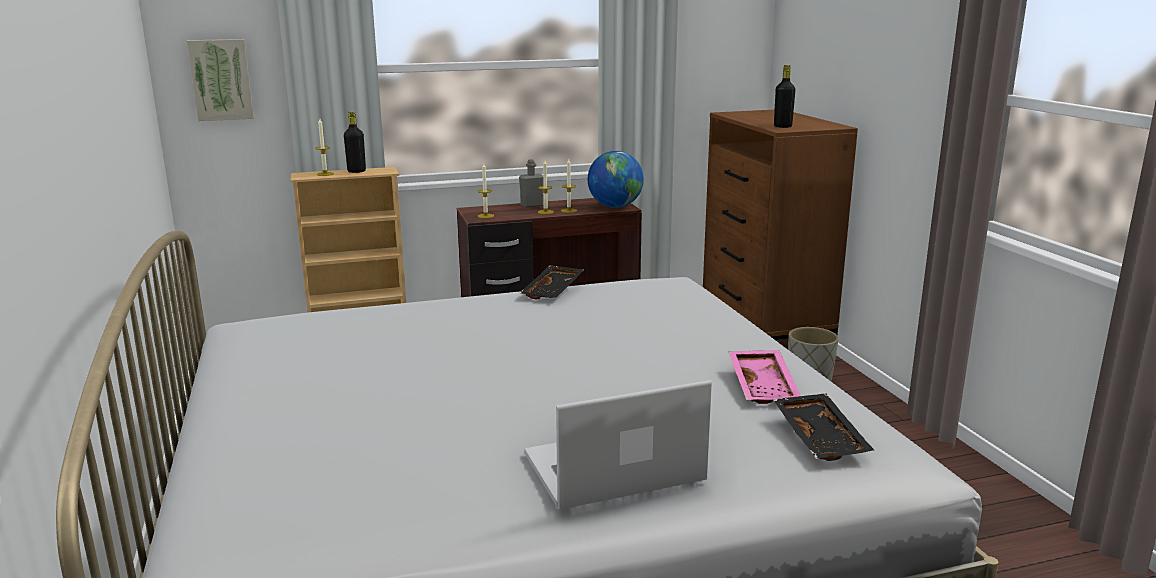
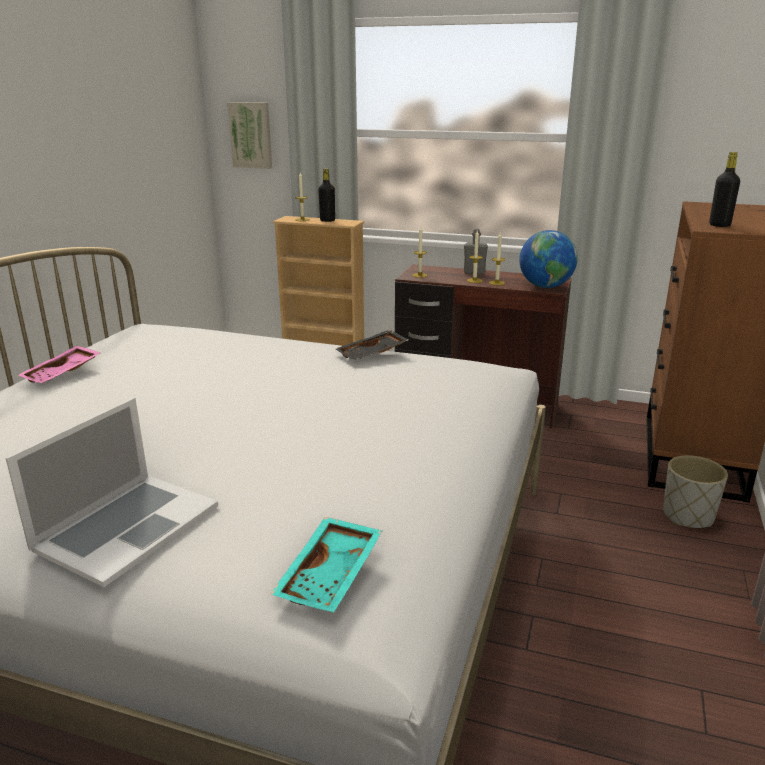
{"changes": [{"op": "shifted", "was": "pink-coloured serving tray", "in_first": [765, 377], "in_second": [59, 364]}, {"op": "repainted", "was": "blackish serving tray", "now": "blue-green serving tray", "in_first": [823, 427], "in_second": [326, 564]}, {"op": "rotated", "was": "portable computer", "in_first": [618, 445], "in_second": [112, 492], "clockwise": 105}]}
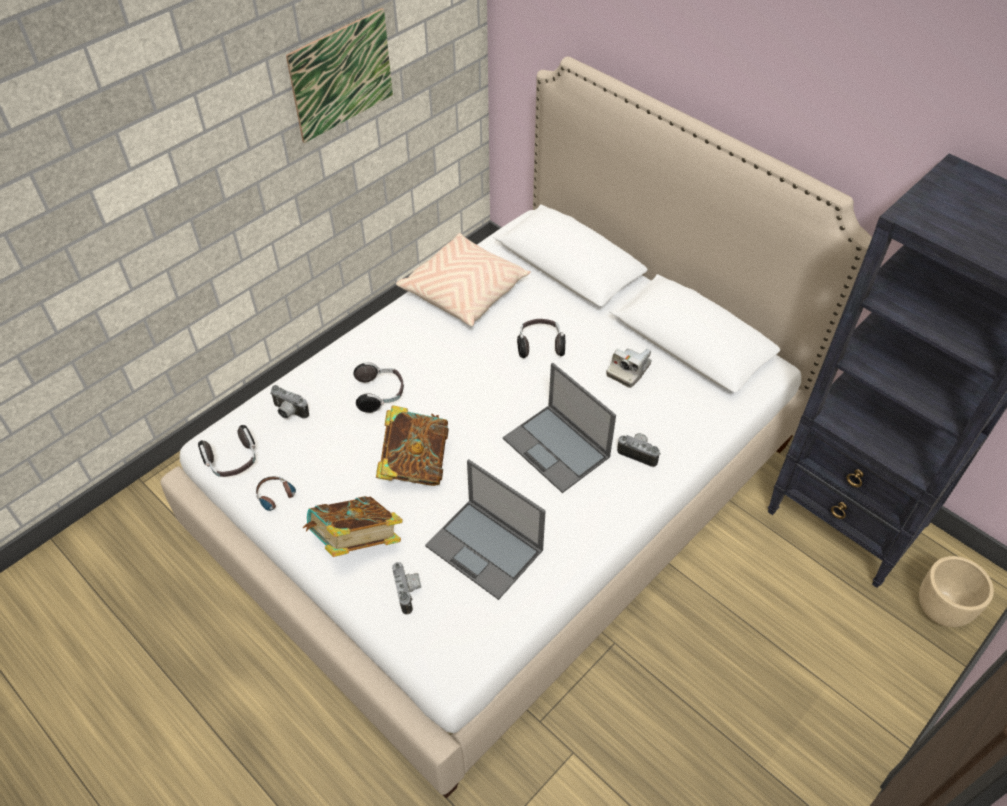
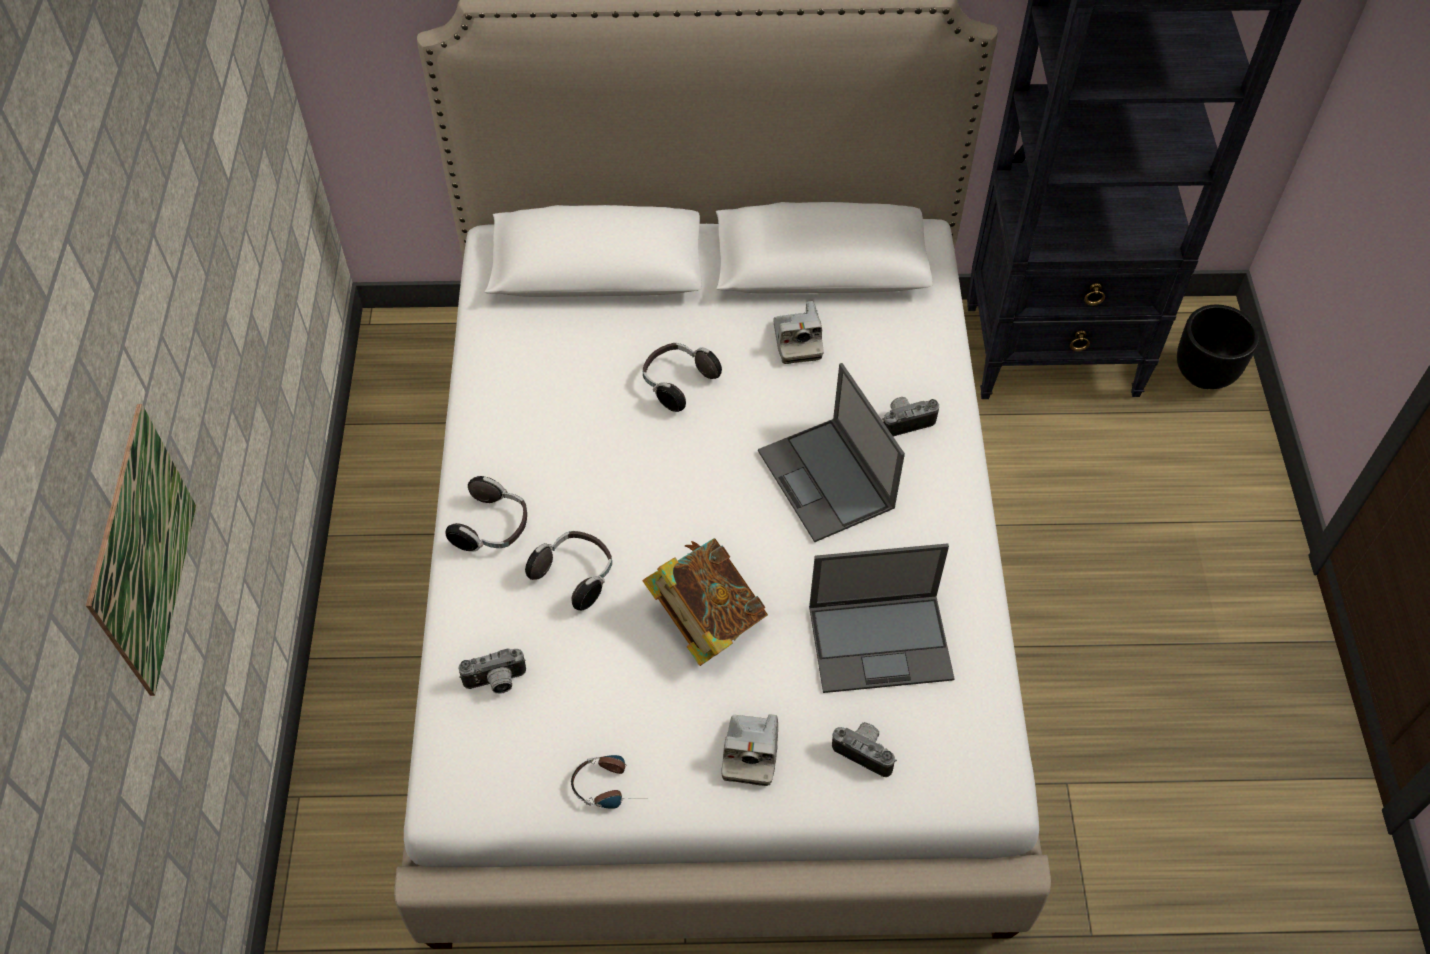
{"changes": [{"op": "gone", "was": "beige cushion", "in_first": [463, 279]}, {"op": "shifted", "was": "headphones", "in_first": [226, 451], "in_second": [486, 514]}, {"op": "shifted", "was": "picture", "in_first": [339, 75], "in_second": [141, 550]}, {"op": "swapped", "was": "volume", "now": "still camera", "in_first": [353, 526], "in_second": [749, 750]}, {"op": "repainted", "was": "beige flower pot", "now": "blackish flower pot", "in_first": [956, 591], "in_second": [1218, 347]}, {"op": "rotated", "was": "portable computer", "in_first": [559, 428], "in_second": [831, 452], "clockwise": 60}]}
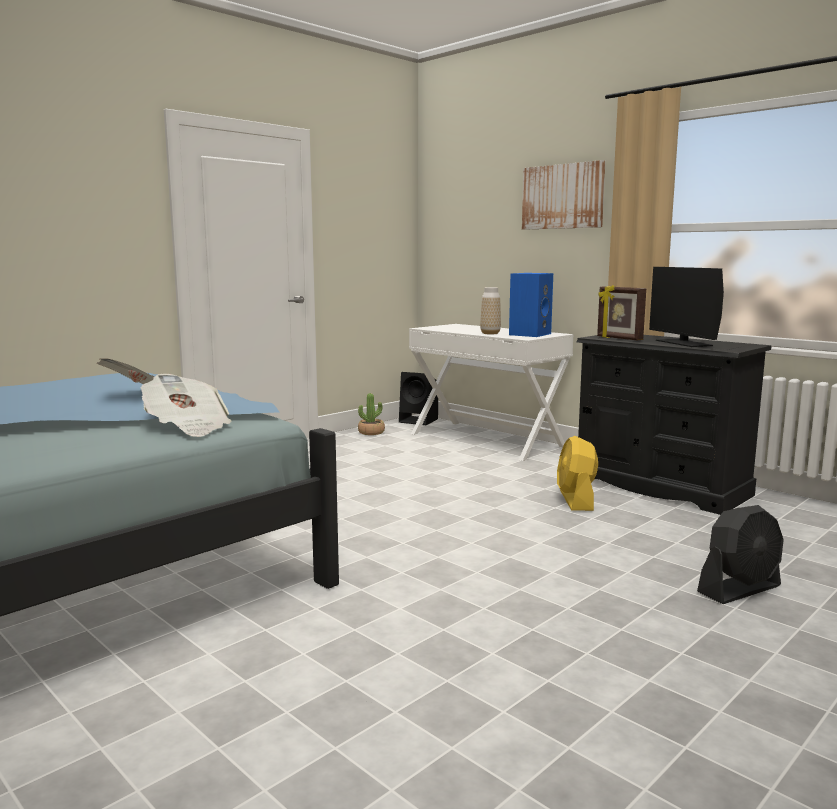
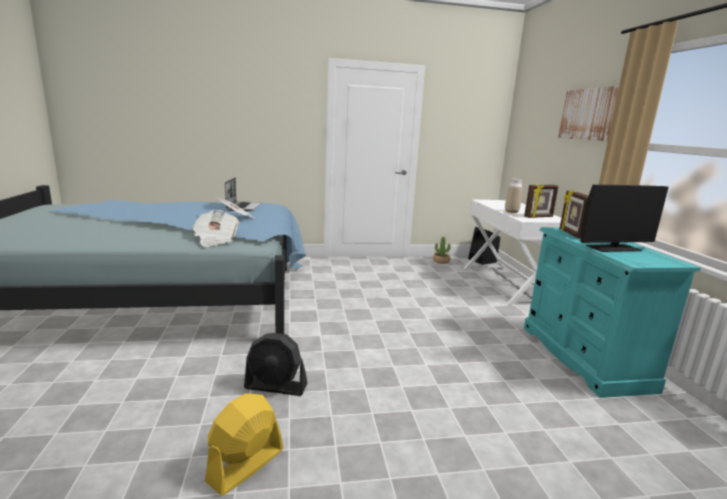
{"changes": [{"op": "new", "now": "portable computer", "in_second": [243, 194]}, {"op": "shifted", "was": "yellowish cooling fan", "in_first": [577, 473], "in_second": [244, 444]}, {"op": "shifted", "was": "blackish cooling fan", "in_first": [740, 554], "in_second": [275, 364]}, {"op": "swapped", "was": "bluish audio speaker", "now": "photo frame", "in_first": [531, 305], "in_second": [541, 201]}, {"op": "repainted", "was": "blackish chest of drawers", "now": "blue-green chest of drawers", "in_first": [674, 425], "in_second": [612, 312]}, {"op": "rotated", "was": "computer screen", "in_first": [686, 307], "in_second": [624, 218], "clockwise": -120}]}
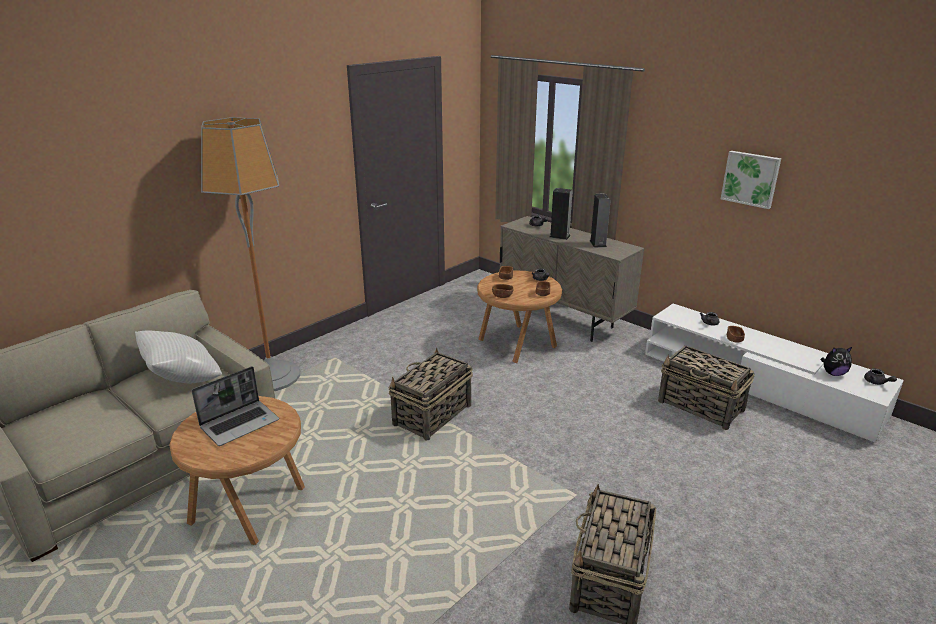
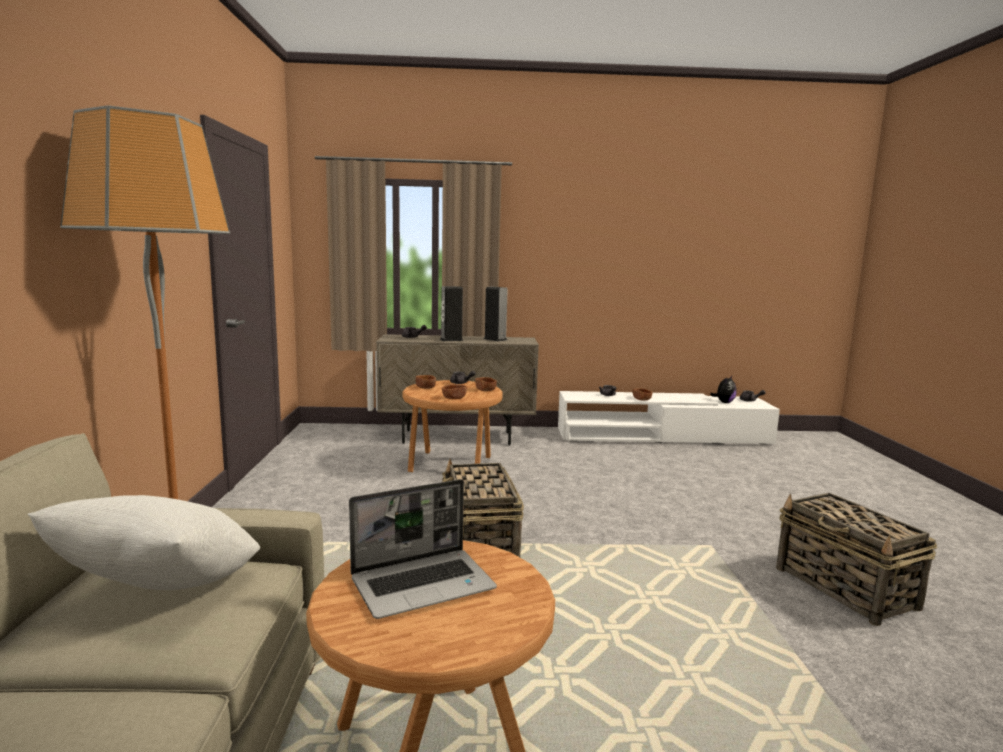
{"changes": [{"op": "gone", "was": "basket", "in_first": [706, 387]}, {"op": "gone", "was": "picture", "in_first": [751, 180]}, {"op": "rotated", "was": "portable computer", "in_first": [235, 406], "in_second": [423, 549], "clockwise": 60}]}
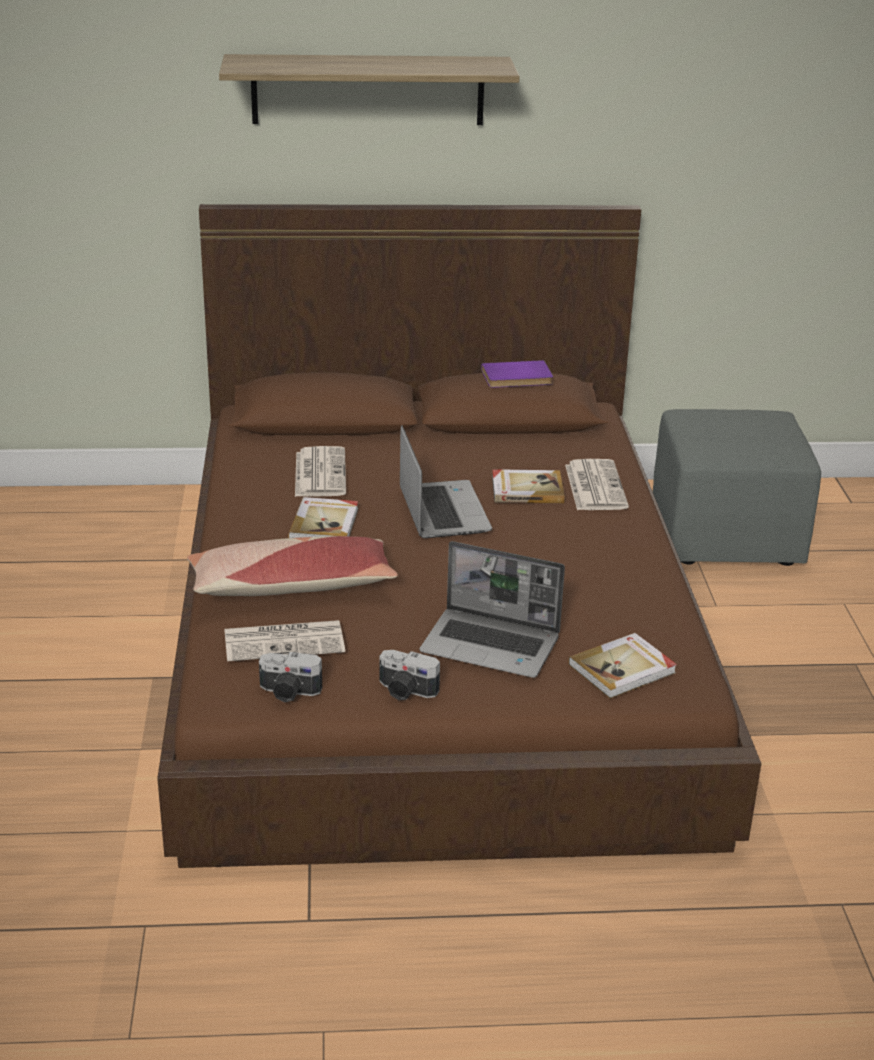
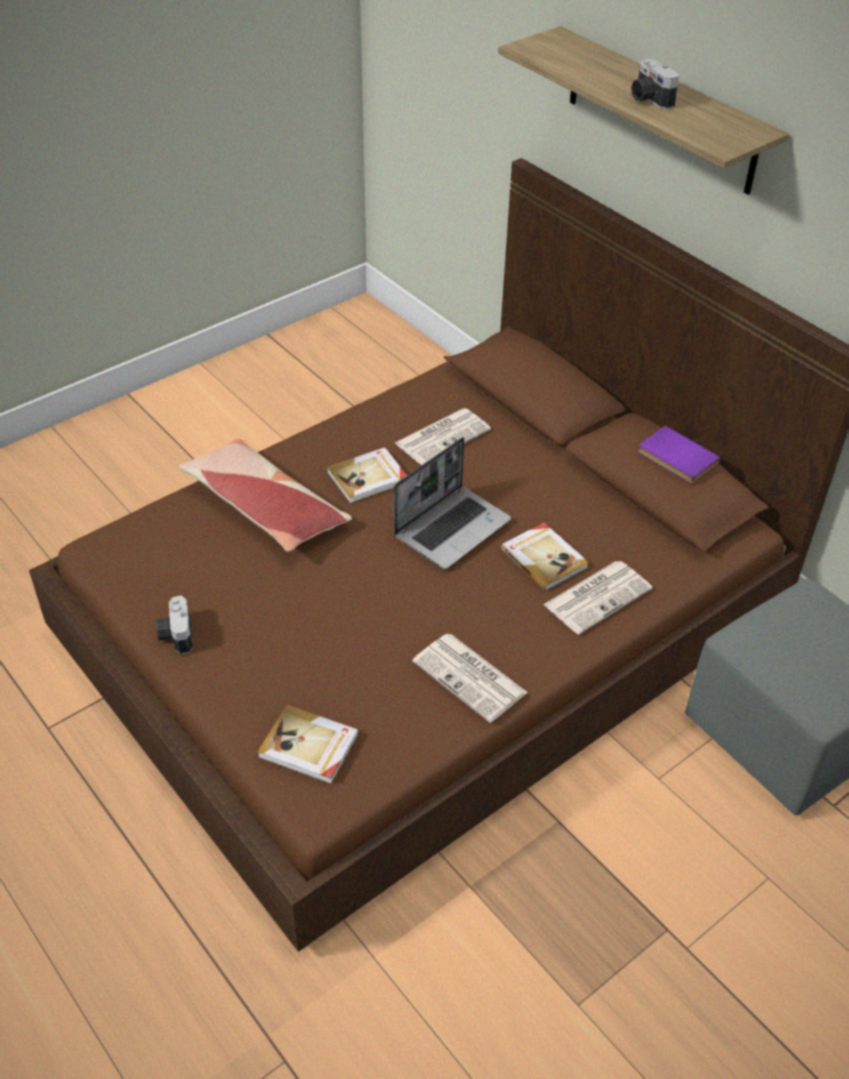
{"changes": [{"op": "gone", "was": "portable computer", "in_first": [492, 609]}, {"op": "shifted", "was": "daily paper", "in_first": [284, 640], "in_second": [470, 678]}, {"op": "shifted", "was": "still camera", "in_first": [290, 677], "in_second": [655, 84]}]}
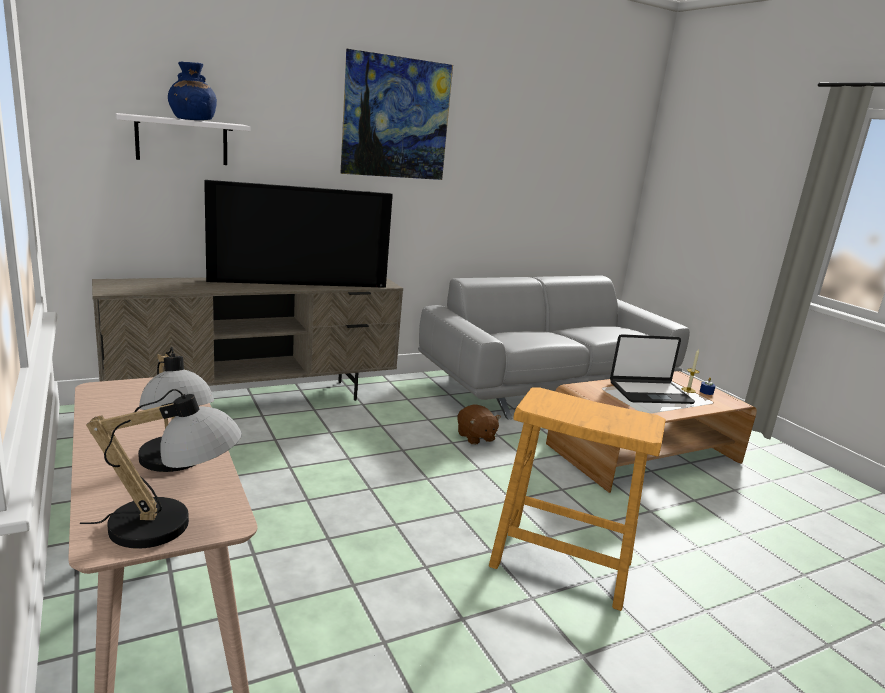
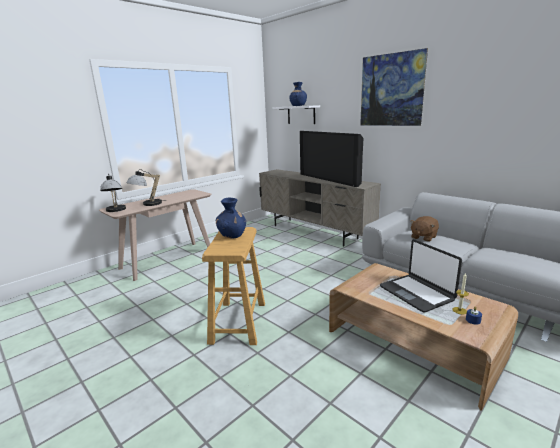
{"changes": [{"op": "new", "now": "bluish flower vase", "in_second": [231, 218]}, {"op": "shifted", "was": "brown-coloured plush toy", "in_first": [479, 424], "in_second": [424, 229]}]}
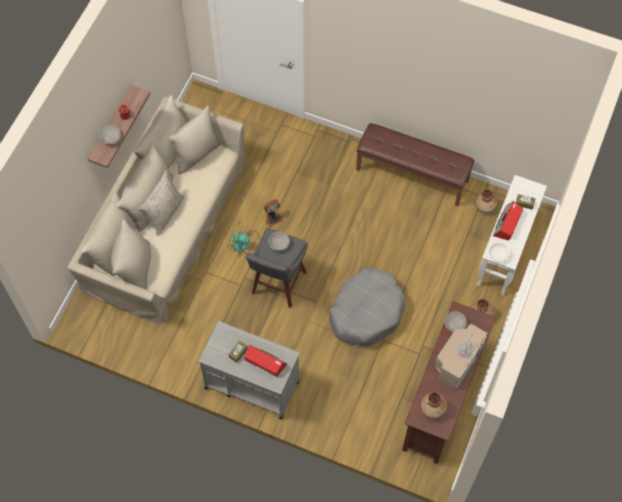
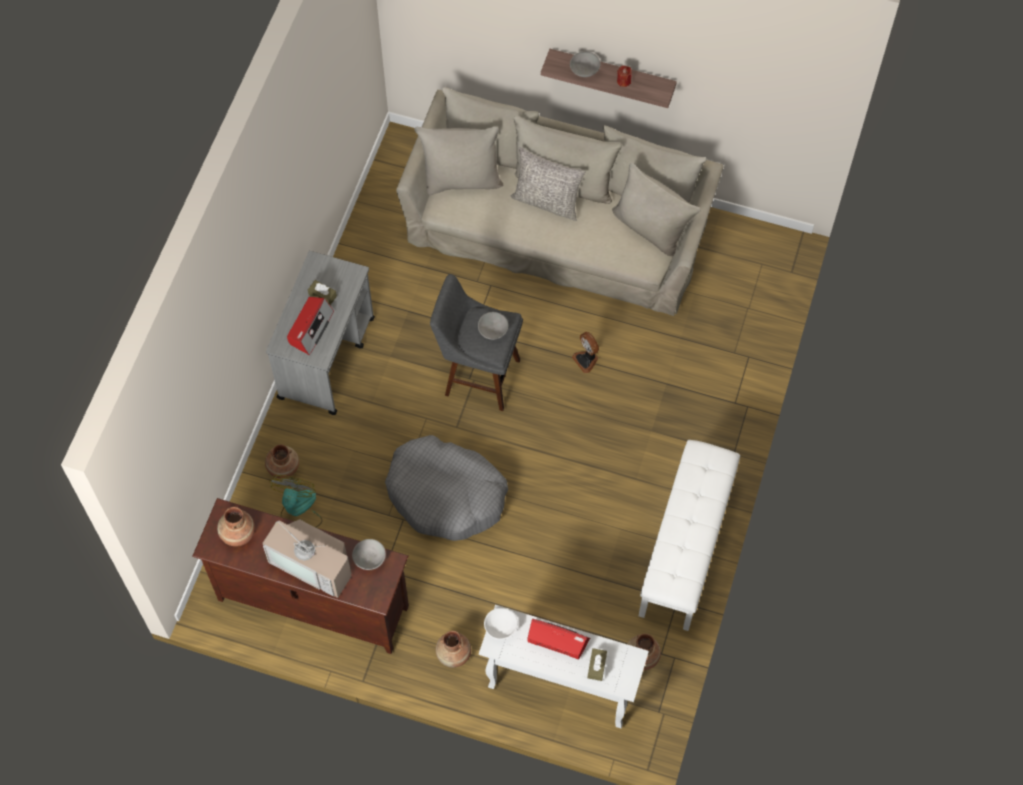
{"changes": [{"op": "new", "now": "brown-coloured flower vase", "in_second": [282, 461]}, {"op": "shifted", "was": "cooling fan", "in_first": [244, 237], "in_second": [296, 501]}, {"op": "repainted", "was": "brown-coloured bench", "now": "white-coloured bench", "in_first": [415, 164], "in_second": [689, 535]}]}
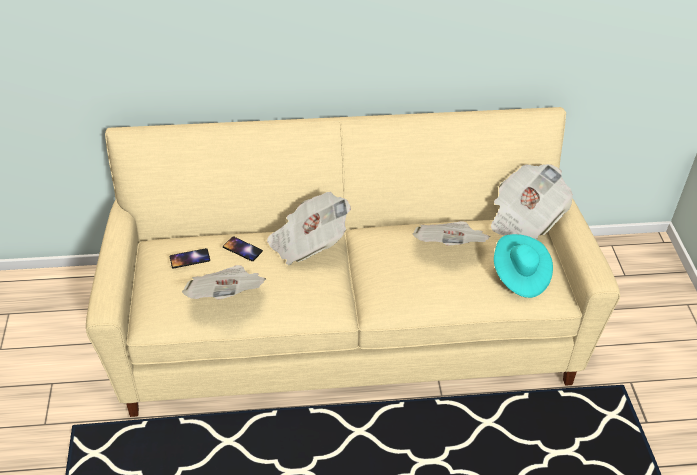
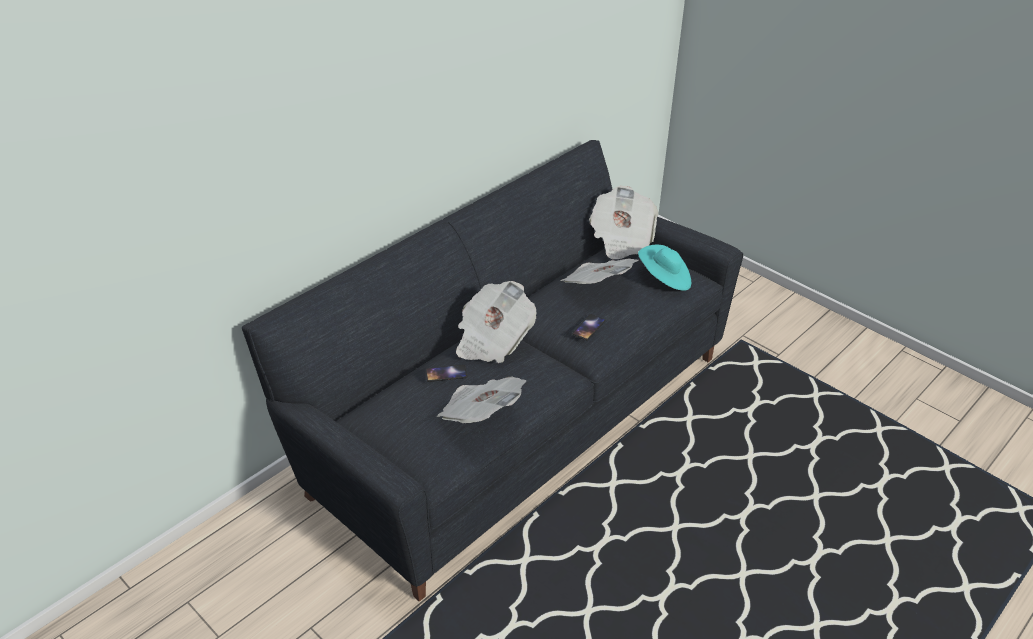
{"changes": [{"op": "shifted", "was": "phone", "in_first": [190, 258], "in_second": [588, 327]}, {"op": "repainted", "was": "beige settee", "now": "blackish settee", "in_first": [353, 262], "in_second": [492, 371]}]}
